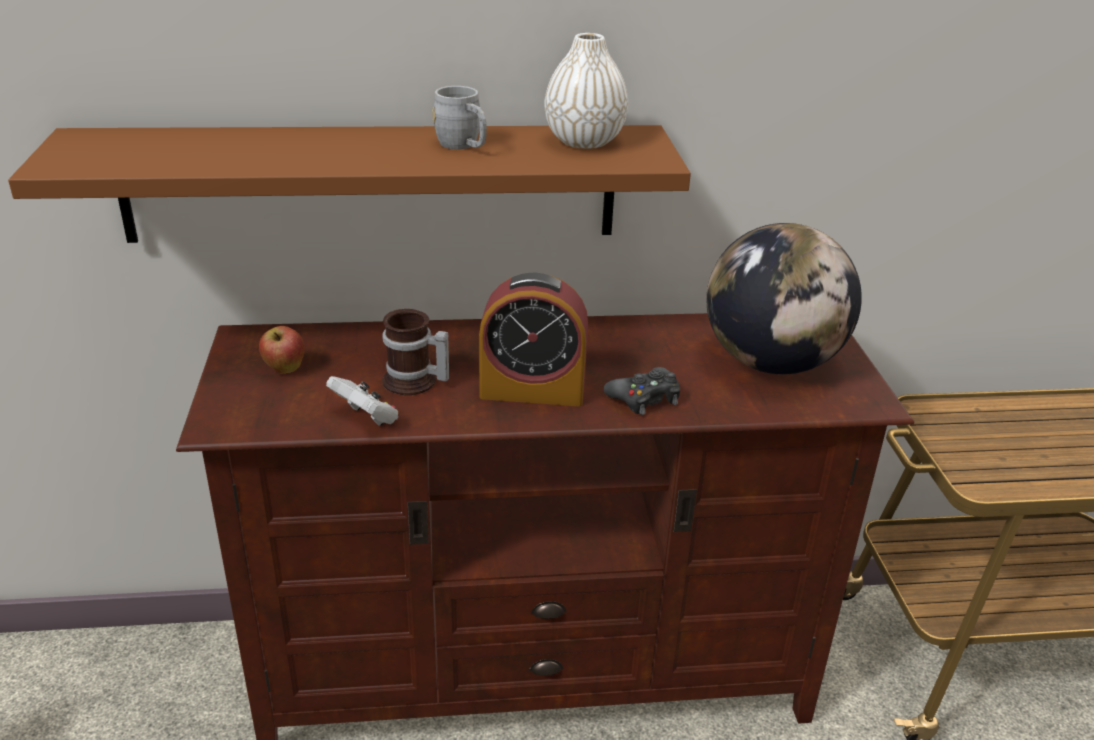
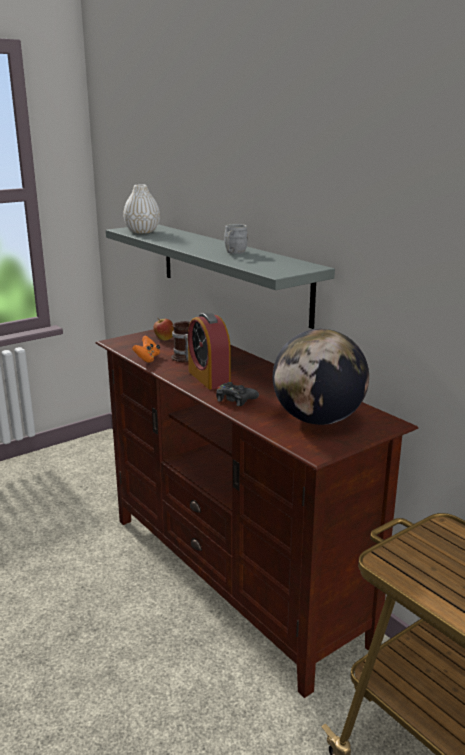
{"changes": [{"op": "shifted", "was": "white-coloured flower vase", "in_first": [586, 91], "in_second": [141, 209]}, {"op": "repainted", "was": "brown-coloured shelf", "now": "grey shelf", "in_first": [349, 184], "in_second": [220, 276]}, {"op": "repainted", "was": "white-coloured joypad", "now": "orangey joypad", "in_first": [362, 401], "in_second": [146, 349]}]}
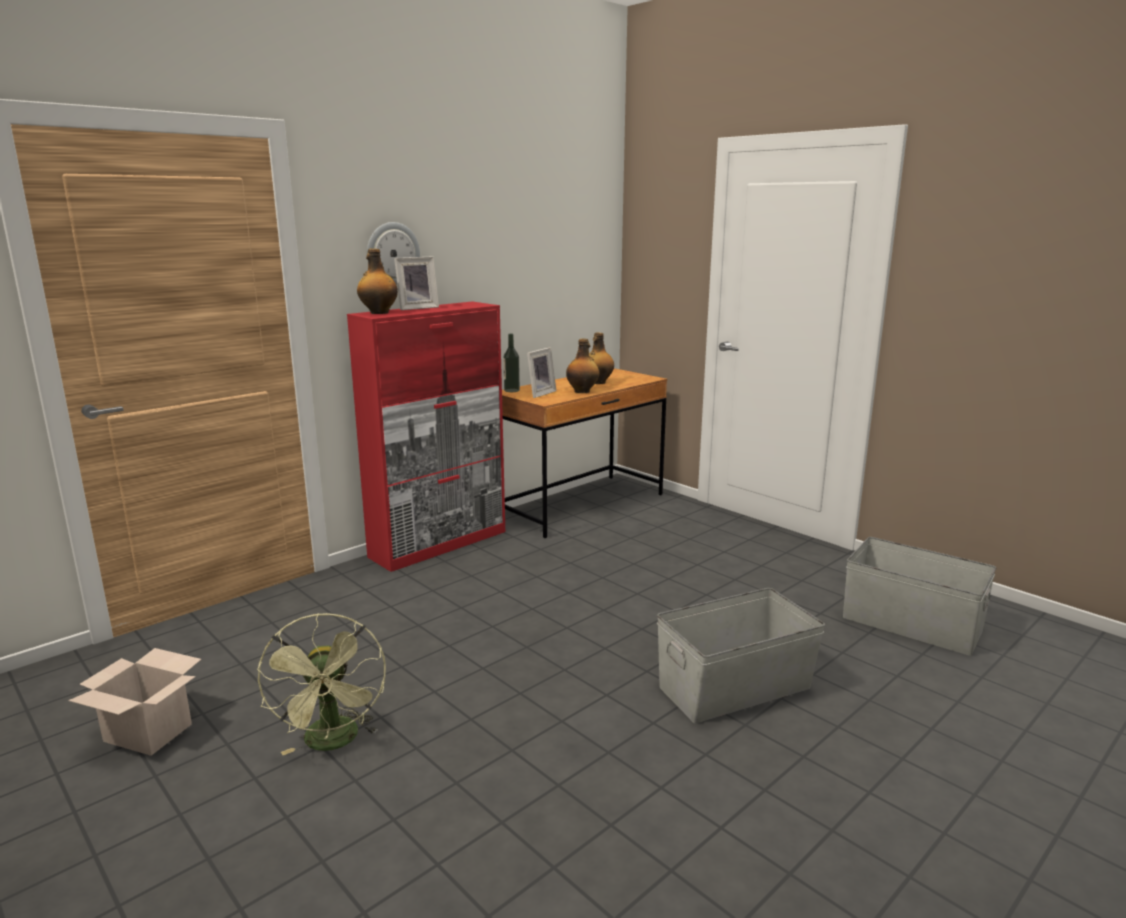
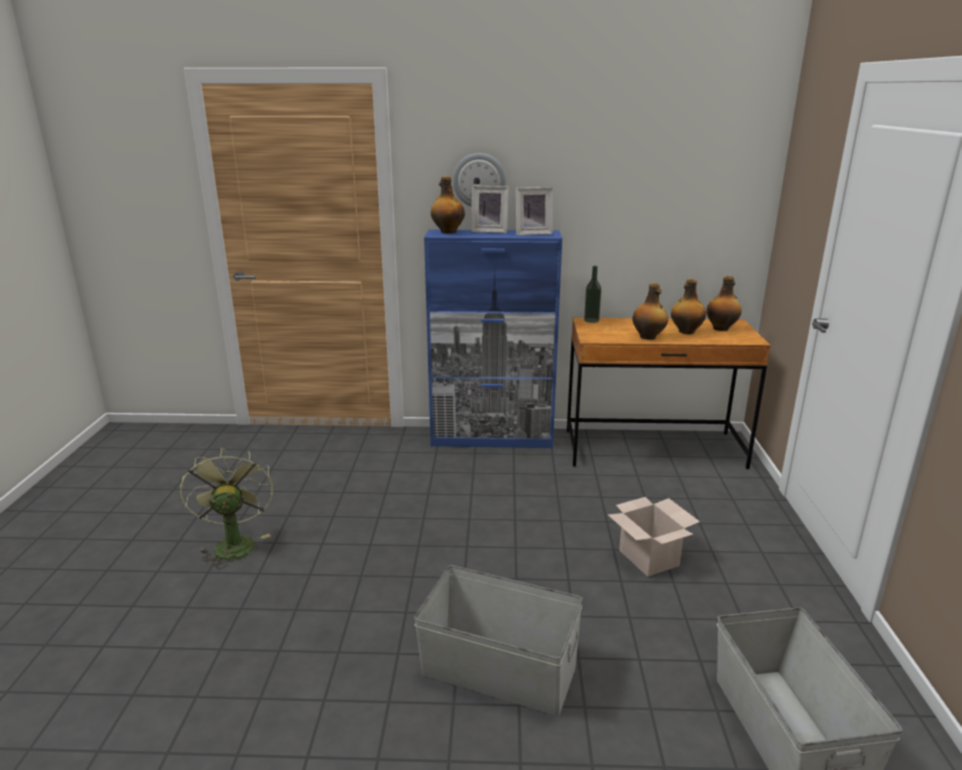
{"changes": [{"op": "new", "now": "drink bottle", "in_second": [724, 303]}, {"op": "shifted", "was": "cardboard box", "in_first": [135, 702], "in_second": [654, 537]}, {"op": "shifted", "was": "photo frame", "in_first": [541, 372], "in_second": [534, 211]}, {"op": "repainted", "was": "red cupboard", "now": "bluish cupboard", "in_first": [426, 436], "in_second": [493, 338]}, {"op": "rotated", "was": "green-coloured cooling fan", "in_first": [321, 684], "in_second": [226, 508], "clockwise": 135}]}
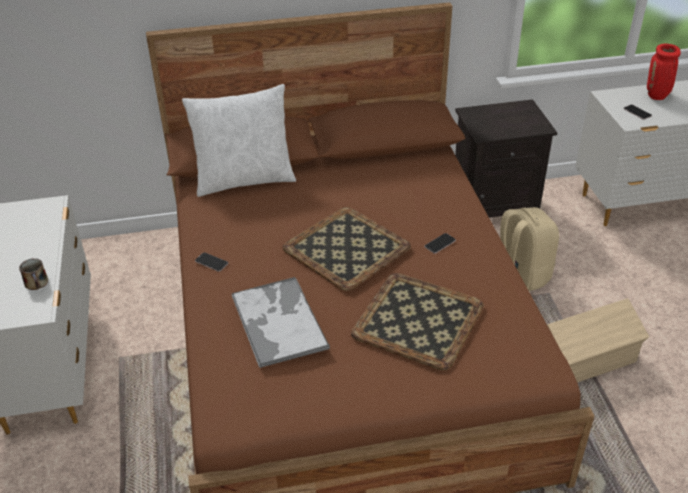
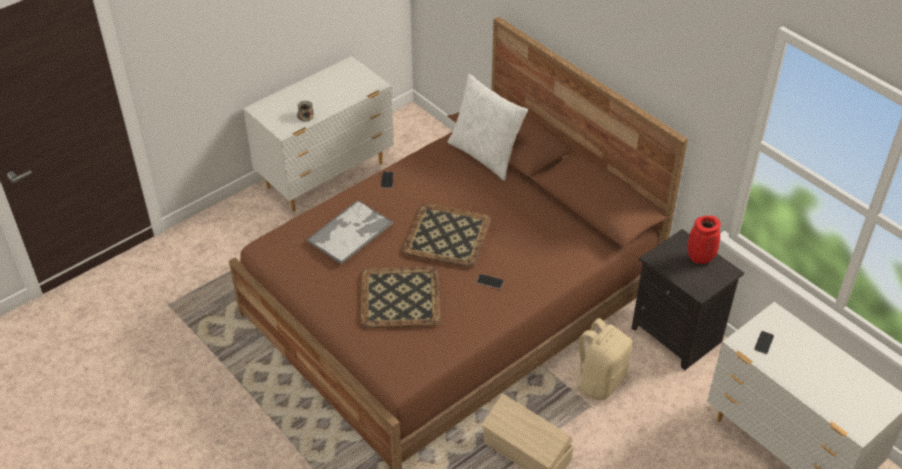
{"changes": [{"op": "shifted", "was": "red flower vase", "in_first": [664, 72], "in_second": [704, 240]}]}
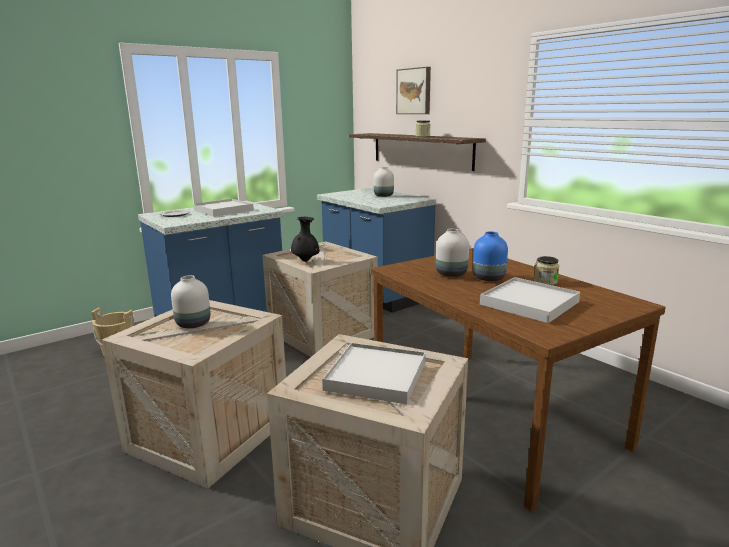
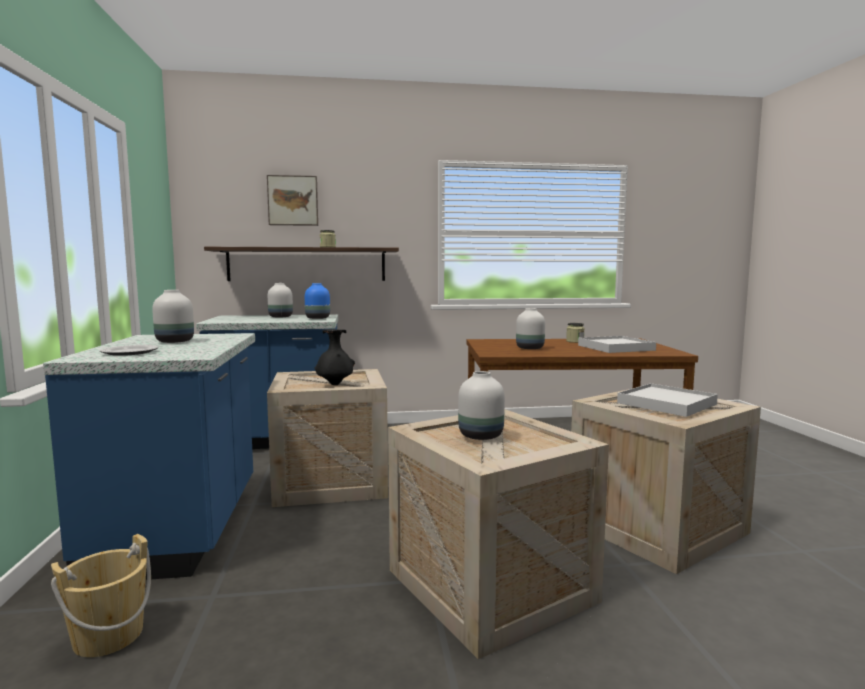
{"changes": [{"op": "shifted", "was": "bluish flower vase", "in_first": [490, 256], "in_second": [317, 301]}, {"op": "swapped", "was": "white-coloured serving tray", "now": "white-coloured flower vase", "in_first": [223, 207], "in_second": [173, 316]}]}
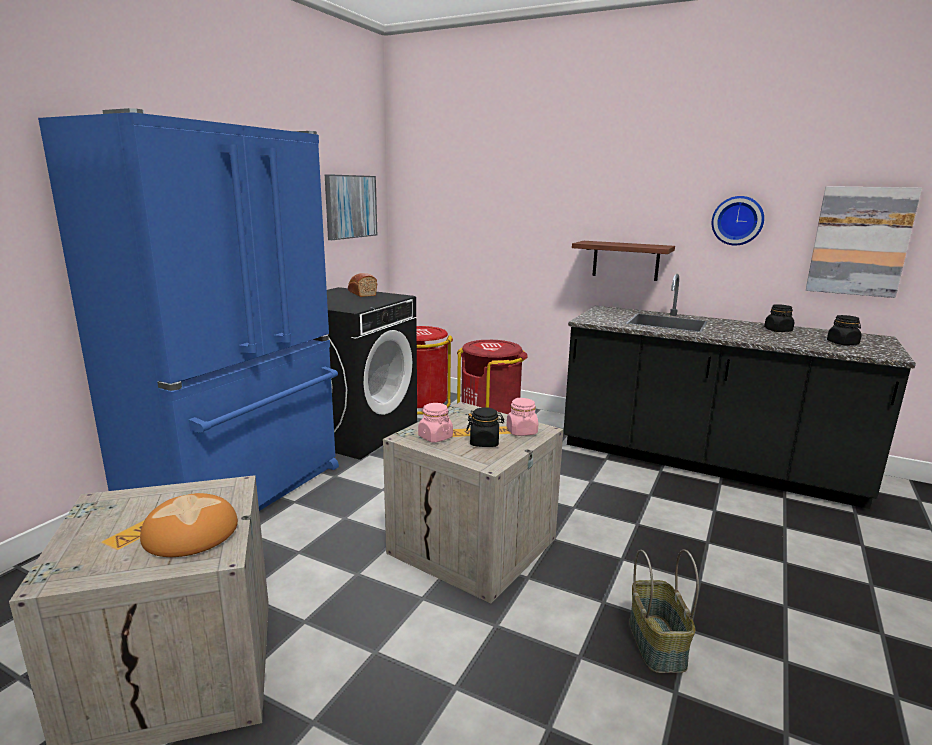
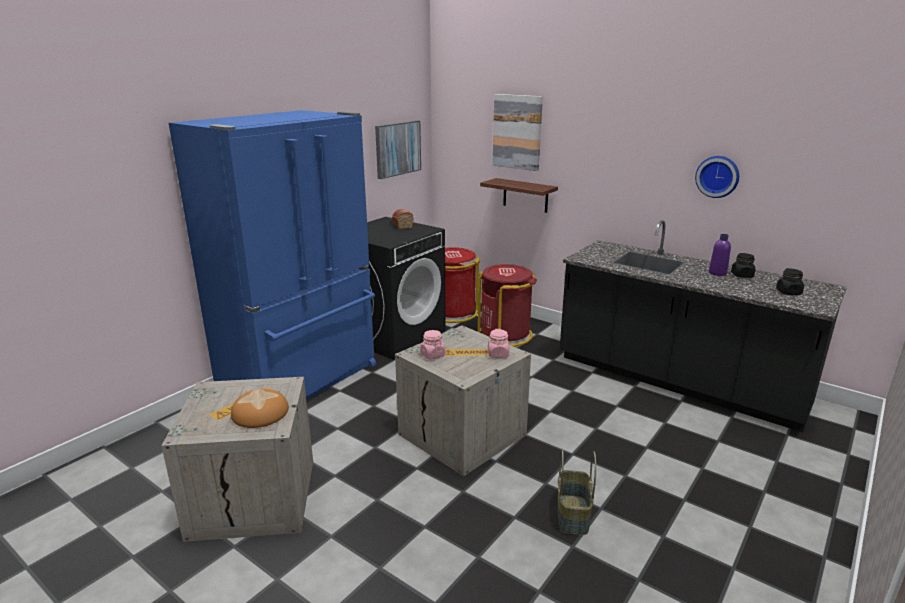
{"changes": [{"op": "gone", "was": "blackish jar", "in_first": [485, 427]}, {"op": "new", "now": "purplish drink bottle", "in_second": [720, 255]}, {"op": "shifted", "was": "shelf", "in_first": [623, 261], "in_second": [519, 195]}, {"op": "shifted", "was": "picture", "in_first": [864, 242], "in_second": [517, 132]}]}
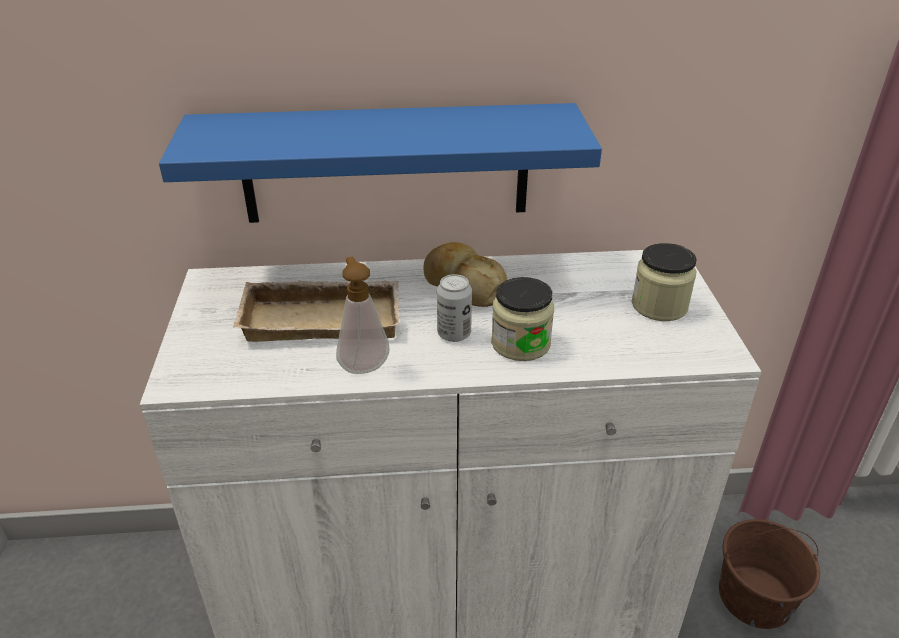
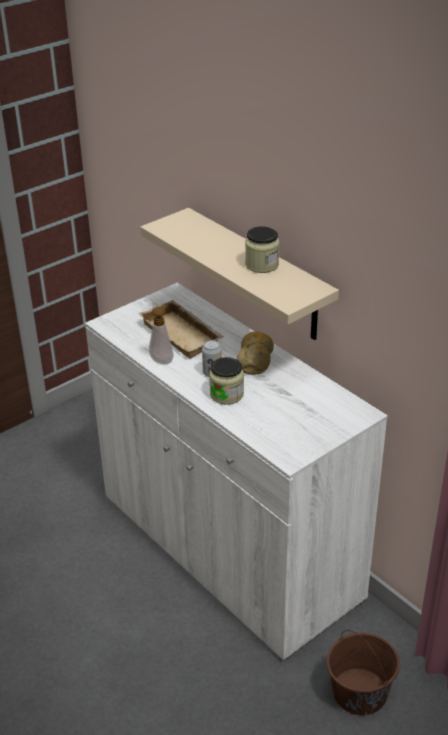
{"changes": [{"op": "shifted", "was": "jar", "in_first": [664, 282], "in_second": [262, 249]}, {"op": "repainted", "was": "bluish shelf", "now": "beige shelf", "in_first": [380, 163], "in_second": [239, 274]}]}
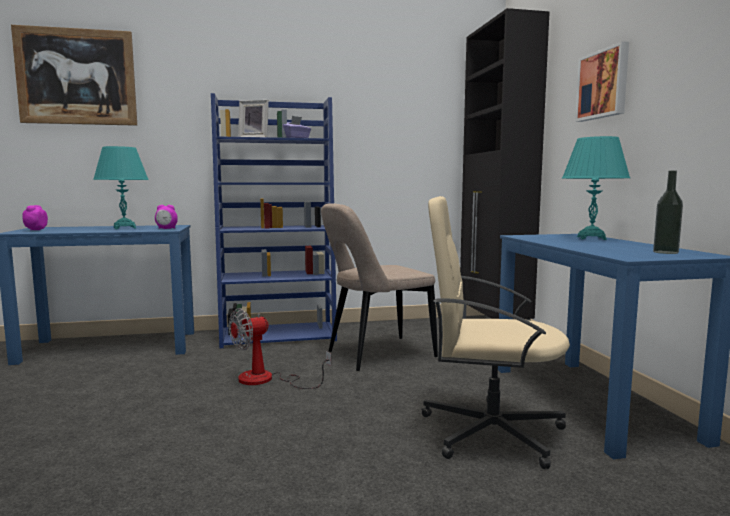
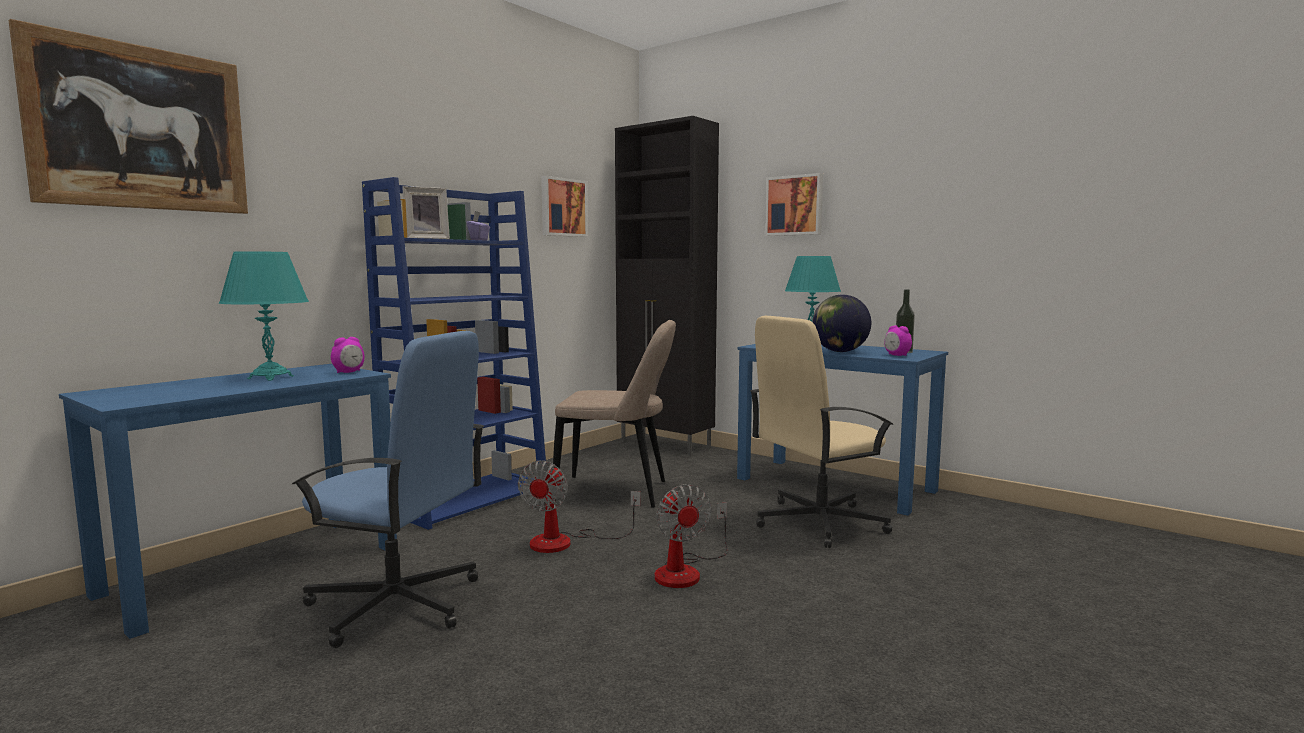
{"changes": [{"op": "new", "now": "bluish computer chair", "in_second": [388, 489]}, {"op": "new", "now": "picture", "in_second": [564, 206]}, {"op": "new", "now": "cooling fan", "in_second": [691, 536]}, {"op": "new", "now": "world globe", "in_second": [841, 323]}, {"op": "shifted", "was": "bedside clock", "in_first": [35, 218], "in_second": [898, 341]}, {"op": "rotated", "was": "beige chair", "in_first": [379, 287], "in_second": [614, 414], "clockwise": -105}]}
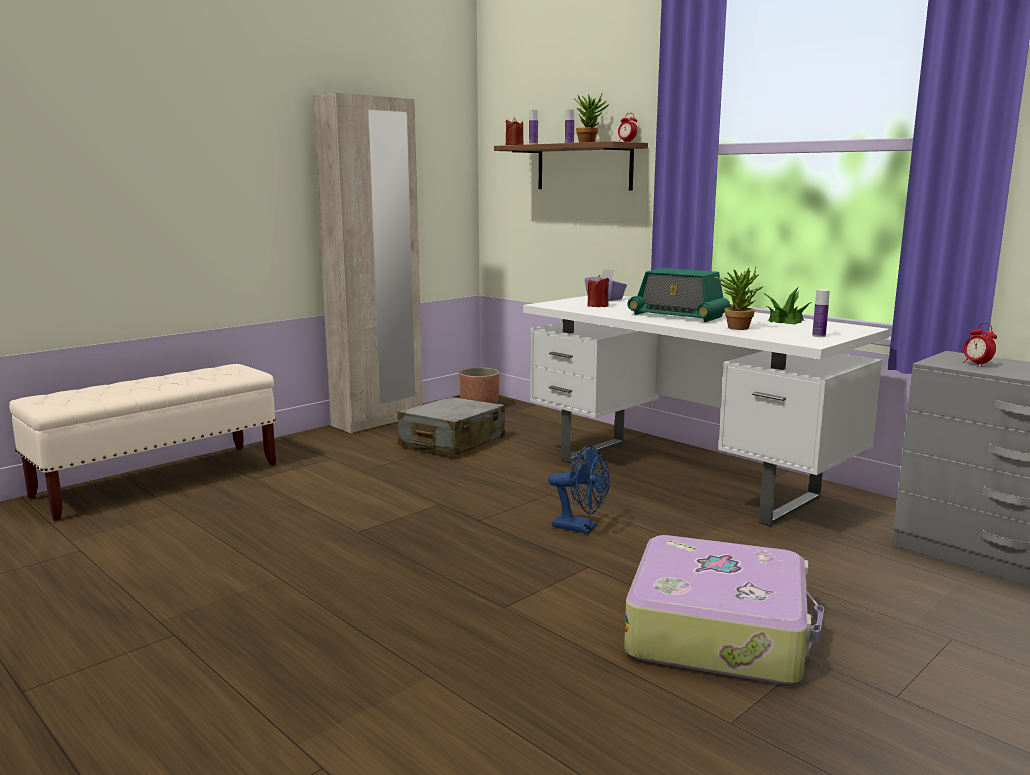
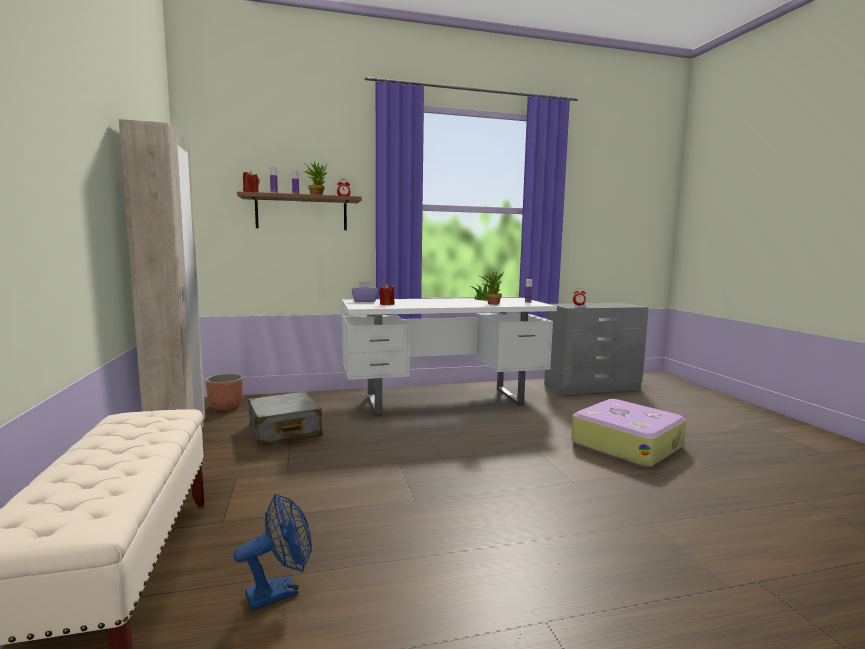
{"changes": [{"op": "gone", "was": "radio set", "in_first": [678, 295]}, {"op": "shifted", "was": "bluish cooling fan", "in_first": [579, 489], "in_second": [272, 552]}]}
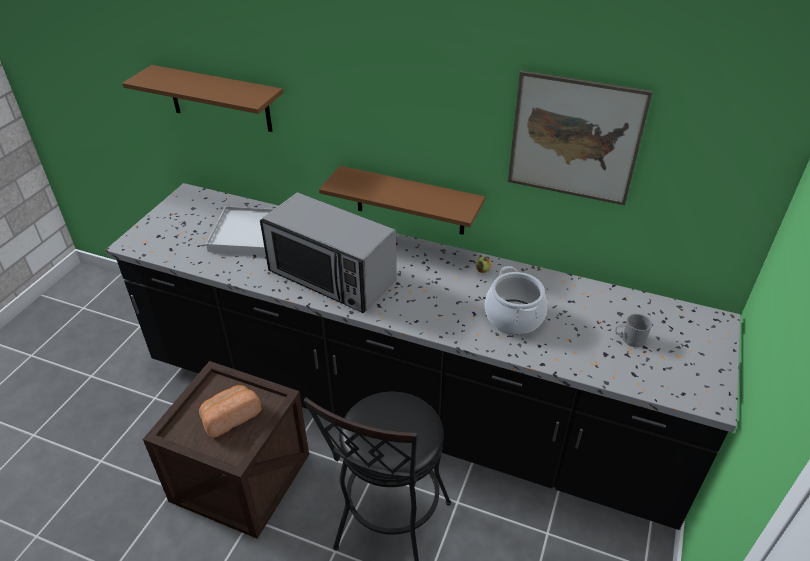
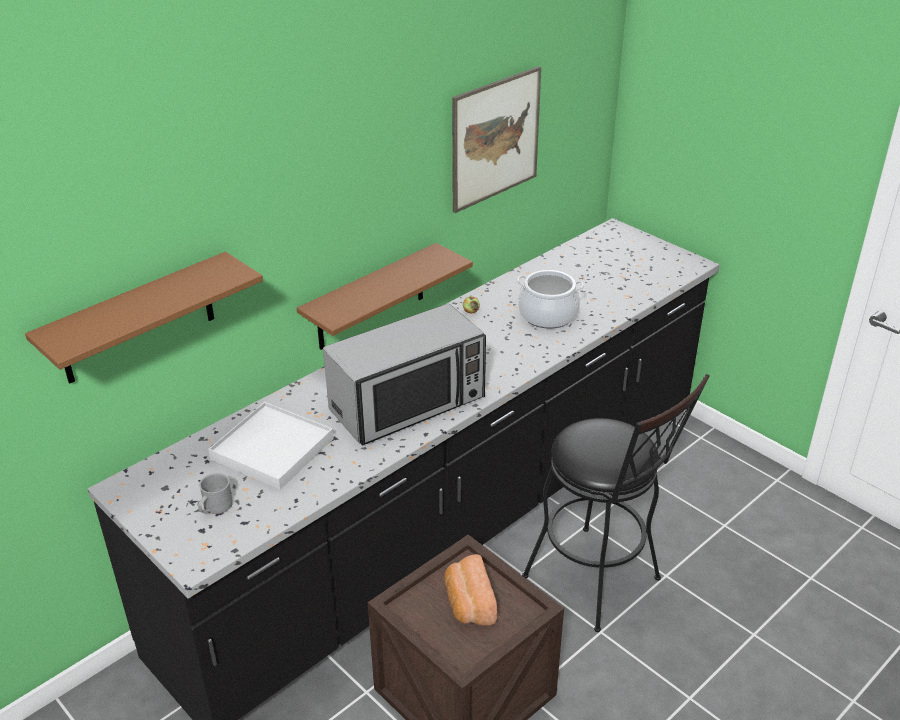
{"changes": [{"op": "shifted", "was": "grey coffee mug", "in_first": [633, 330], "in_second": [215, 493]}]}
